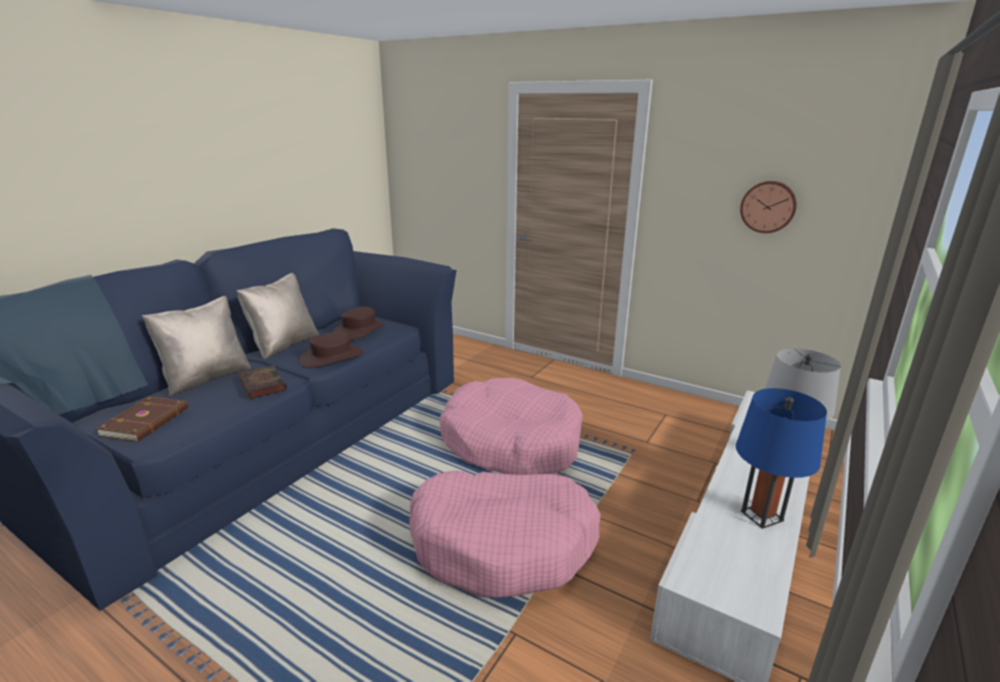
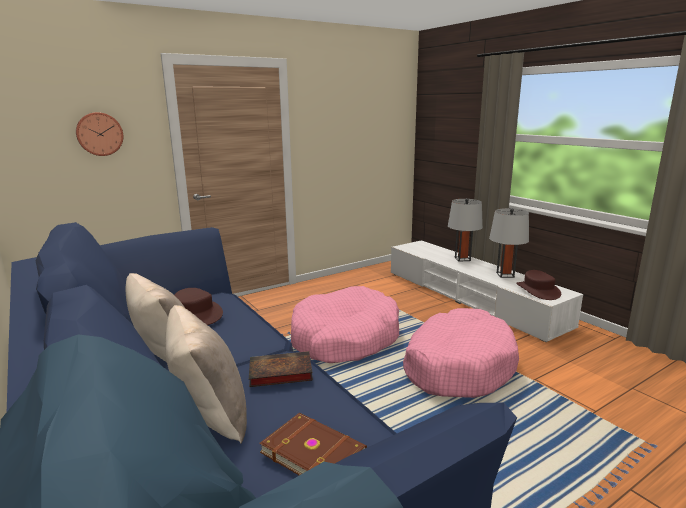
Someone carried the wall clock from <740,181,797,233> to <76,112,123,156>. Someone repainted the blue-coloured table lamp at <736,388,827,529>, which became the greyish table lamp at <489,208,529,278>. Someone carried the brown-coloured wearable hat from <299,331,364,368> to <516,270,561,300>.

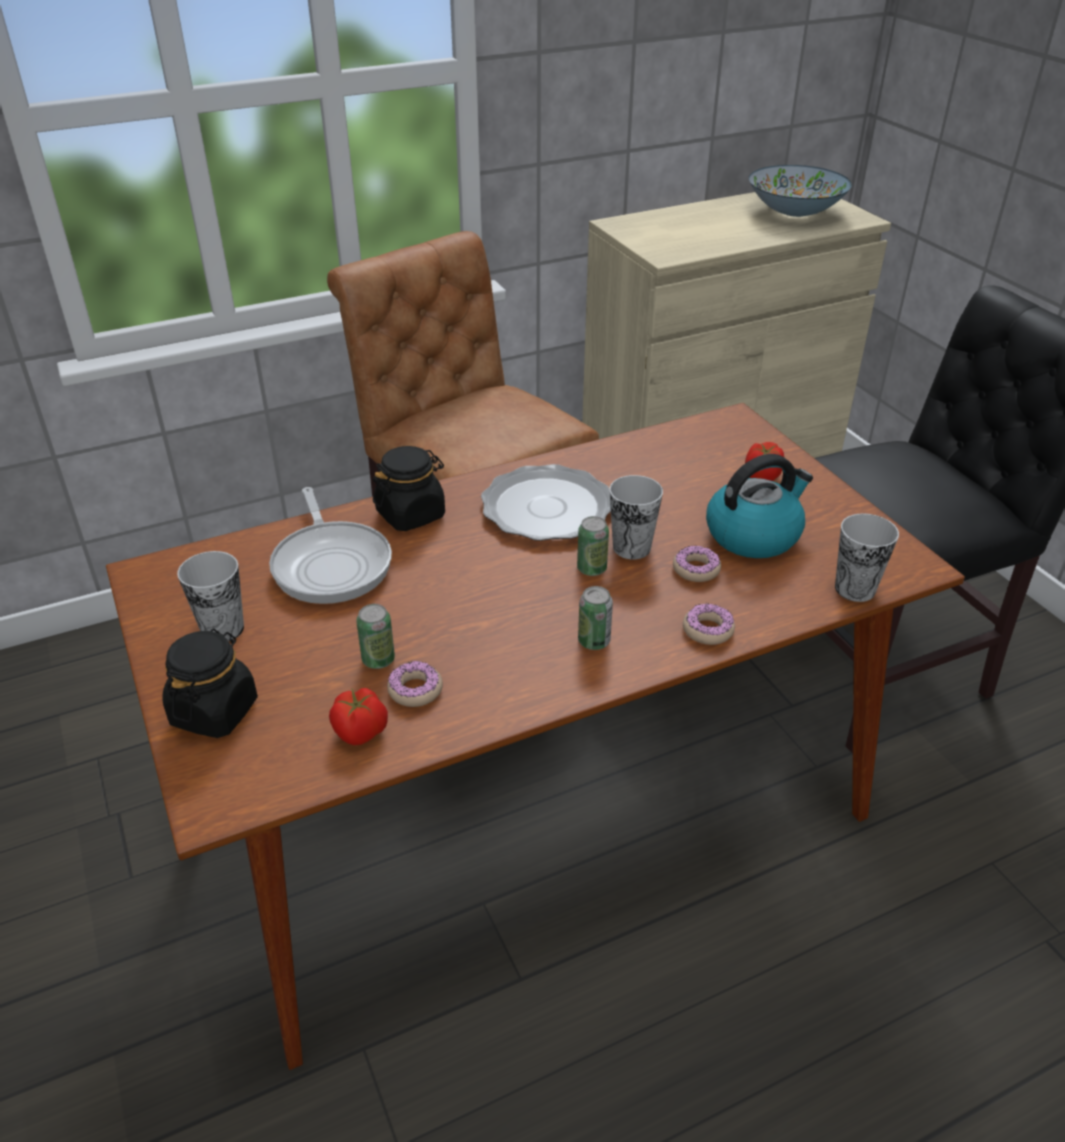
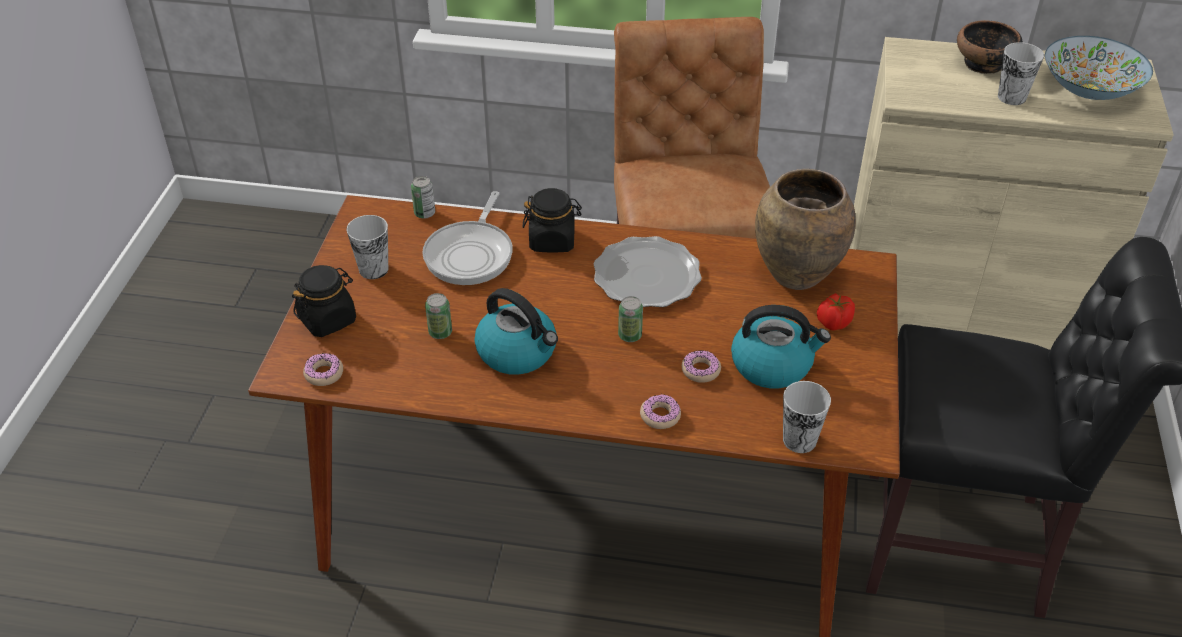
Someone carried the doughnut from <387,661,443,707> to <303,353,343,386>. Someone carried the can from <578,586,613,650> to <411,176,435,219>. Someone put down the water kettle at <475,288,558,375>. Someone put down the brown-coloured decorative vase at <755,169,856,290>. Someone put down the bowl at <957,20,1023,74>. Someone carried the cup from <609,475,663,559> to <998,42,1044,105>. Someone took away the whole tomato at <329,688,388,745>.

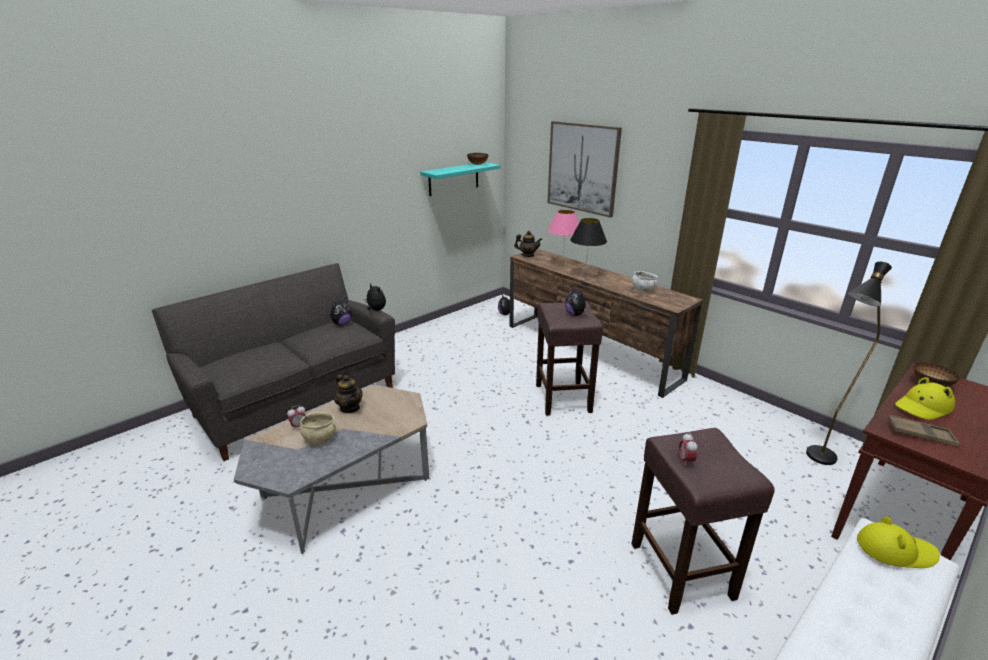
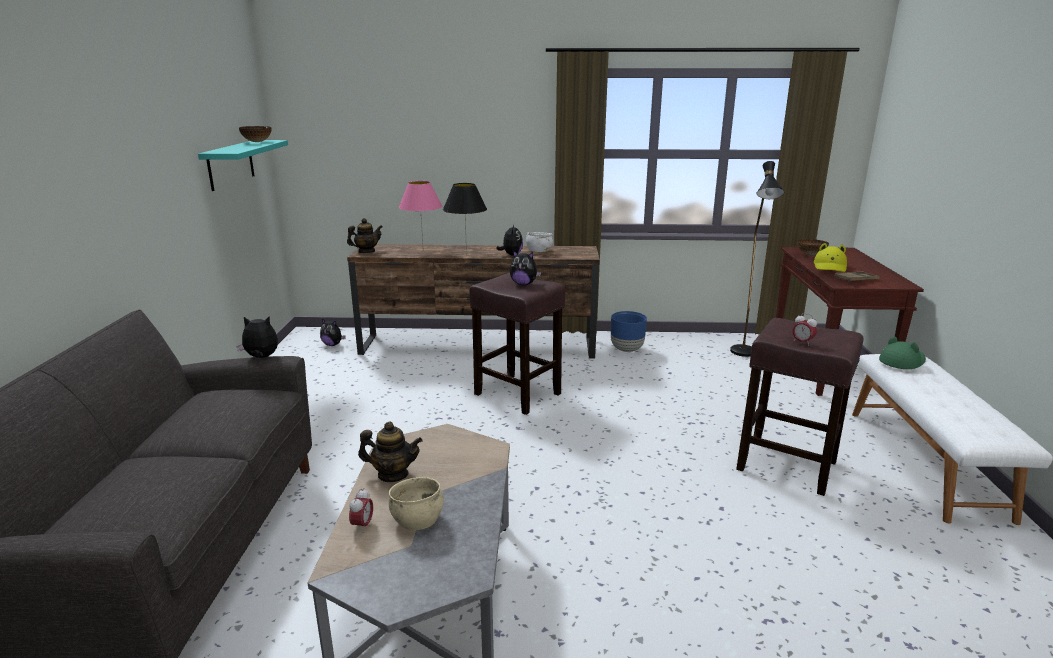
Someone carried the cuddly toy from <330,298,352,325> to <496,224,523,255>. Someone put down the blue-coloured plant pot at <611,311,647,352>. Someone repainted the yellow-coloured wearable hat at <857,516,940,568>, which became the green wearable hat at <879,337,926,369>. Someone took away the wall art at <547,121,622,218>.

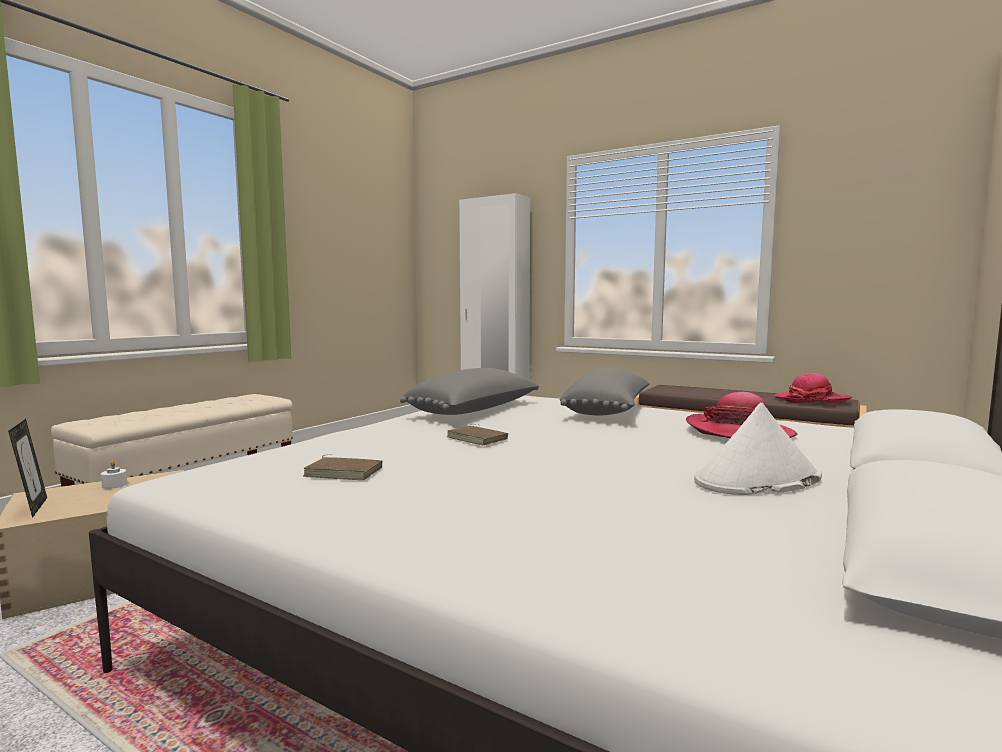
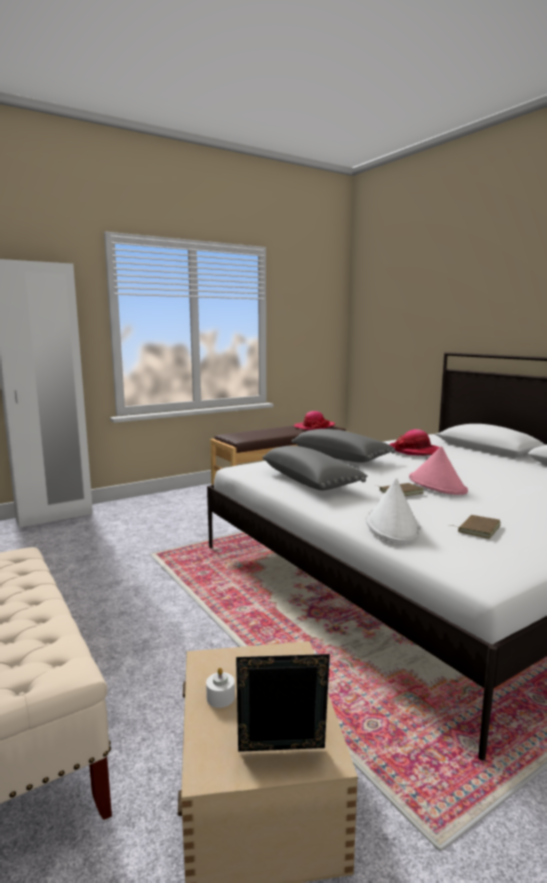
Someone carried the white wearable hat from <694,403,822,495> to <366,478,421,543>. Someone put down the pink wearable hat at <409,446,468,495>.

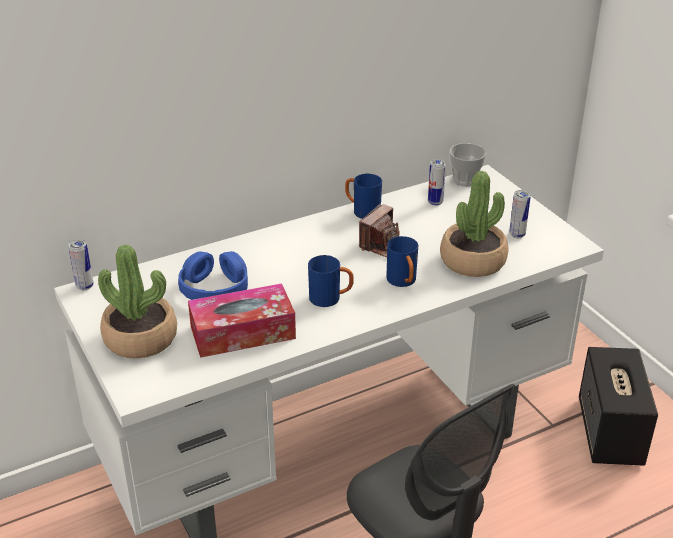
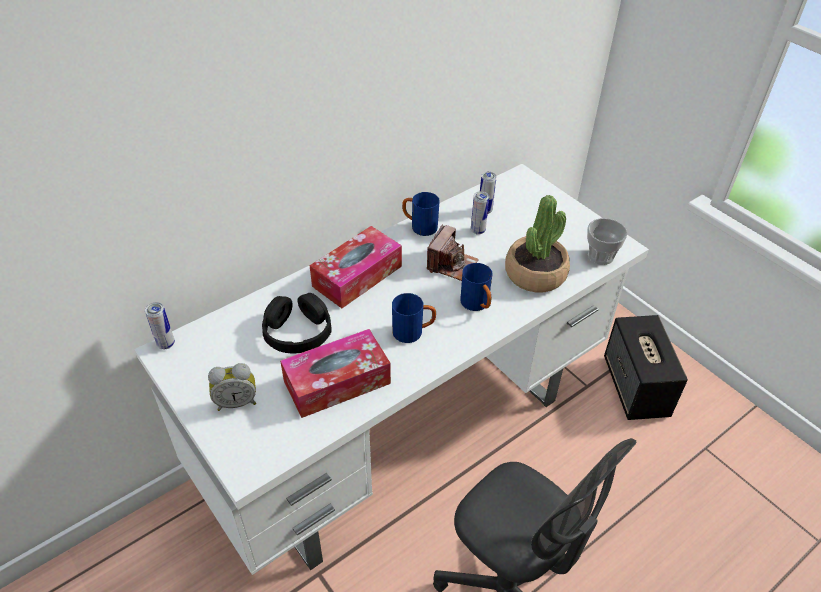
Someone swapped the houseplant at <98,244,177,359> for the alarm clock at <208,363,256,411>. Someone repainted the blue-coloured headset at <178,251,248,300>, which became the black-coloured headset at <262,293,332,353>. Someone put down the box of tissues at <310,226,402,308>. Someone carried the can from <509,190,531,238> to <471,191,489,235>. Someone carried the cup from <449,143,487,187> to <587,218,628,265>.

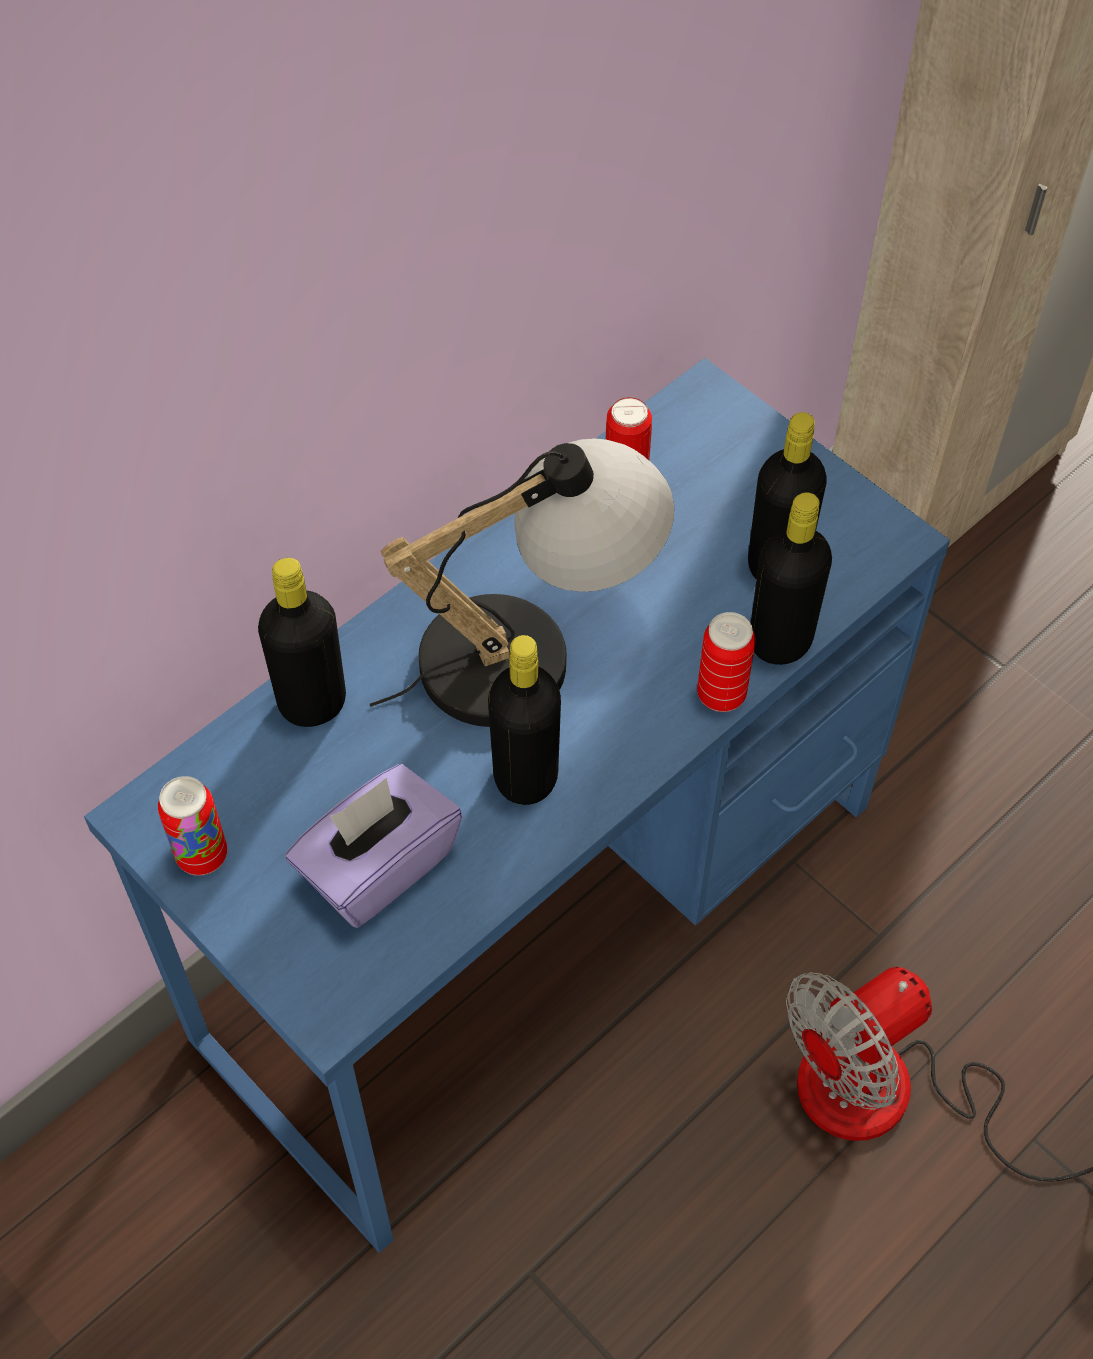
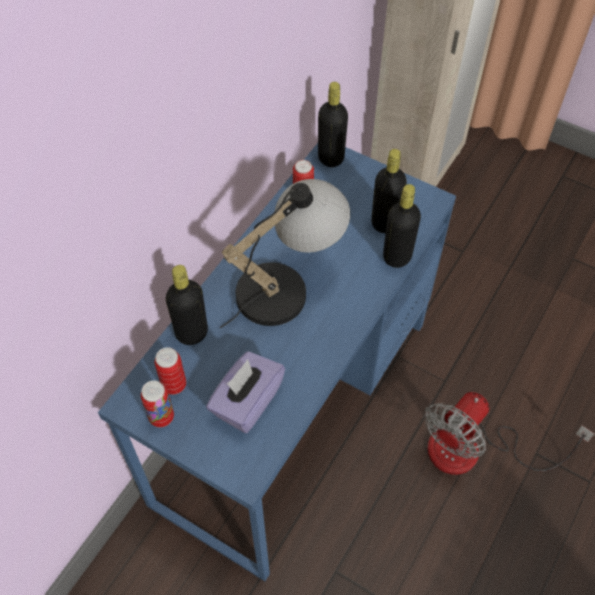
Someone carried the can from <697,612,756,712> to <154,347,186,395>. Someone carried the black-coloured drink bottle from <488,635,561,805> to <318,82,348,167>.

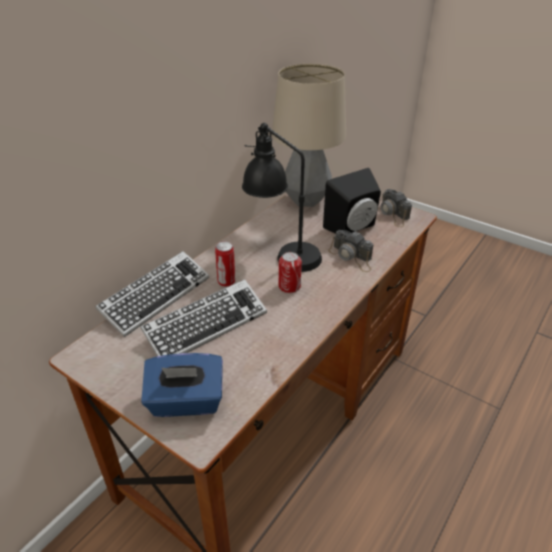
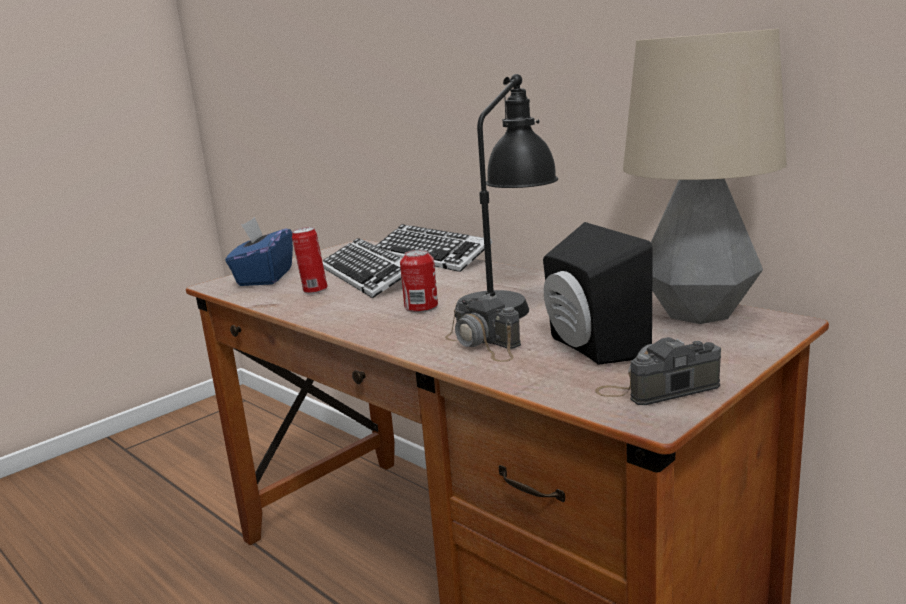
Someone carried the can from <215,241,235,287> to <292,227,328,294>. Someone rotated the photo camera at <328,230,373,272> by 90 degrees counterclockwise.

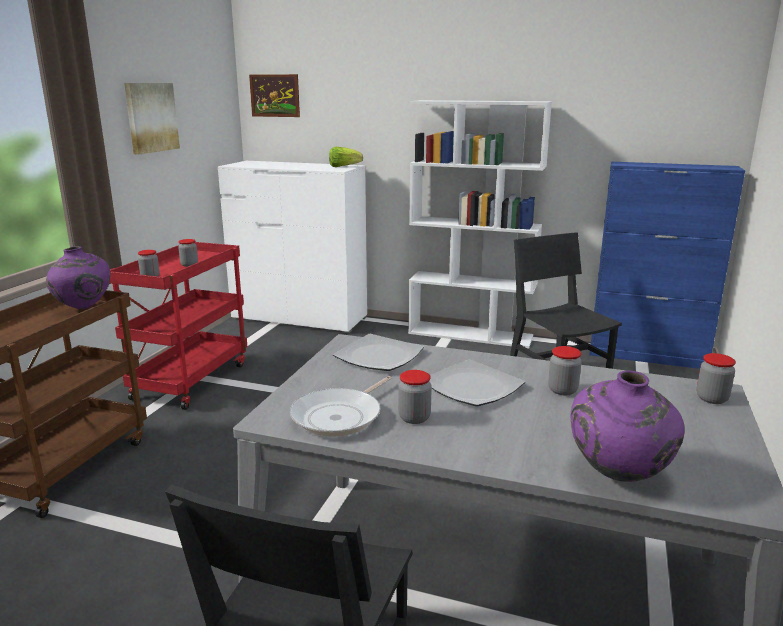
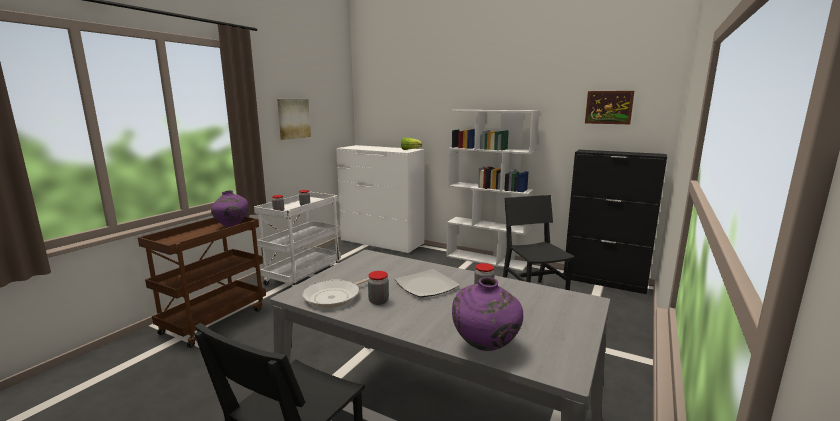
Someone repainted the reddish trolley at <110,242,247,410>, which became the white trolley at <254,192,341,287>. Someone repainted the blue-coloured cabinet at <589,162,745,369>, which became the black-coloured cabinet at <564,150,667,294>. Someone carried the wall art from <249,74,300,117> to <585,91,634,124>. Someone took away the plate at <333,334,424,371>. Someone took away the storage jar at <697,353,736,404>.

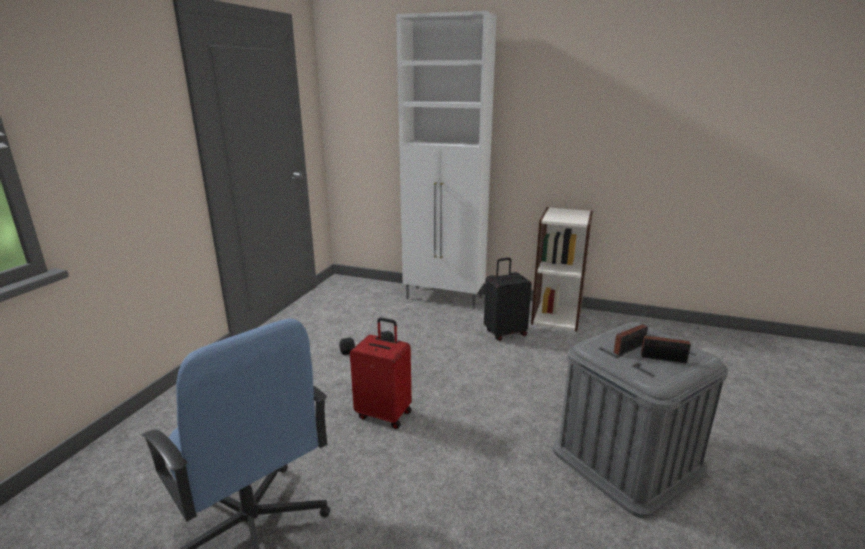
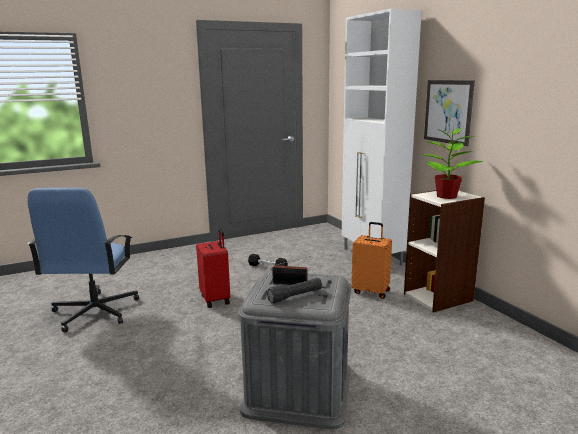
Someone swapped the radio set at <641,328,699,363> for the black-coloured hand torch at <267,278,322,303>. Someone repainted the black-coloured travel case at <484,258,532,341>, which became the orange-coloured travel case at <351,222,392,299>. Someone put down the houseplant at <422,128,484,199>. Someone put up the wall art at <424,80,475,146>.

